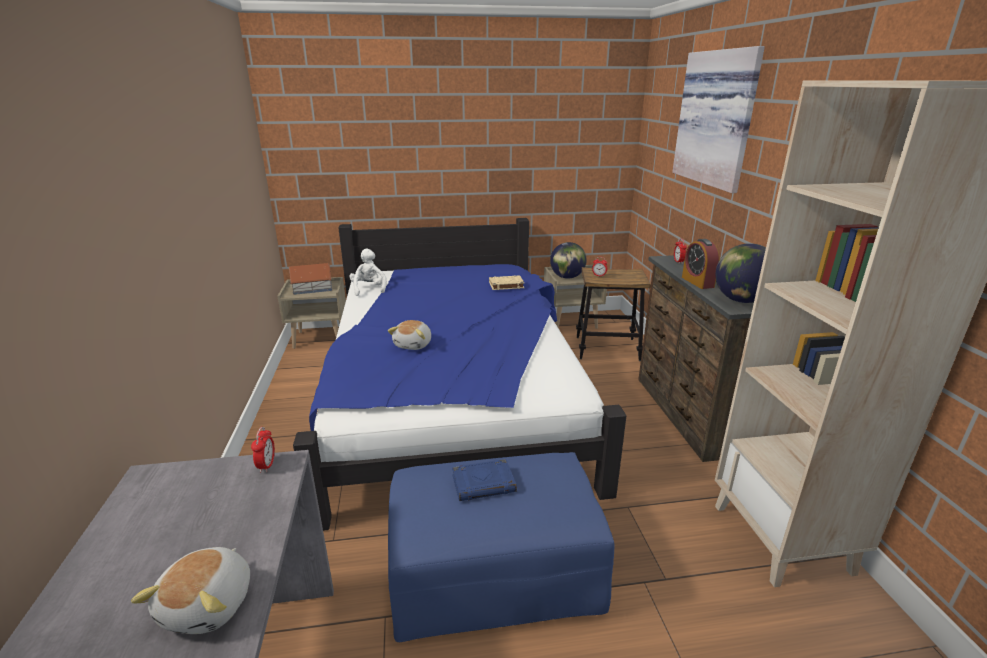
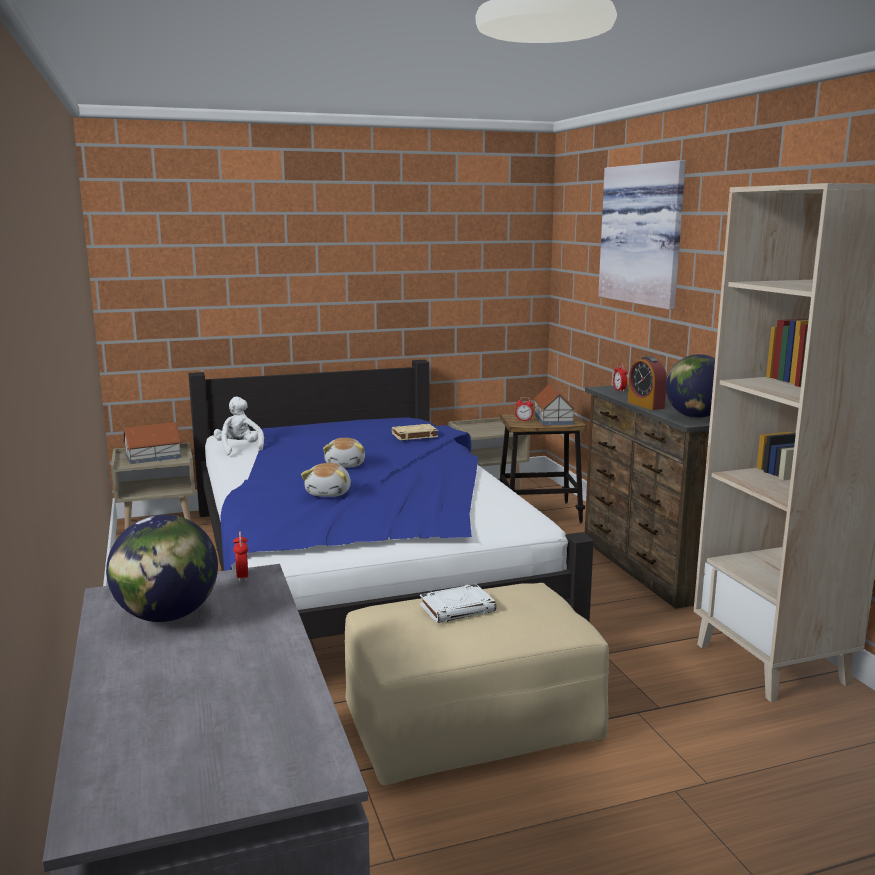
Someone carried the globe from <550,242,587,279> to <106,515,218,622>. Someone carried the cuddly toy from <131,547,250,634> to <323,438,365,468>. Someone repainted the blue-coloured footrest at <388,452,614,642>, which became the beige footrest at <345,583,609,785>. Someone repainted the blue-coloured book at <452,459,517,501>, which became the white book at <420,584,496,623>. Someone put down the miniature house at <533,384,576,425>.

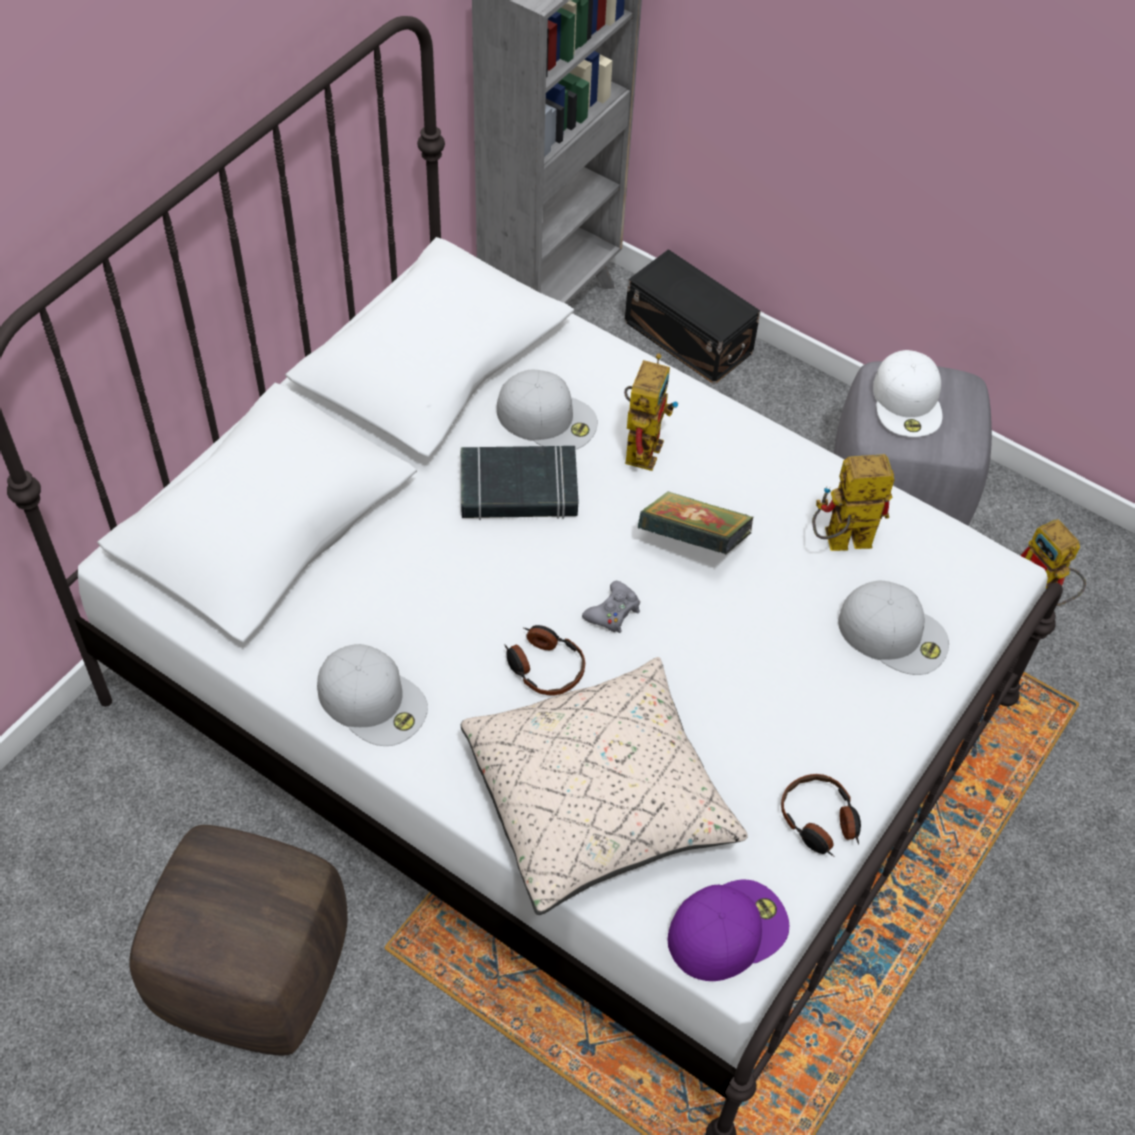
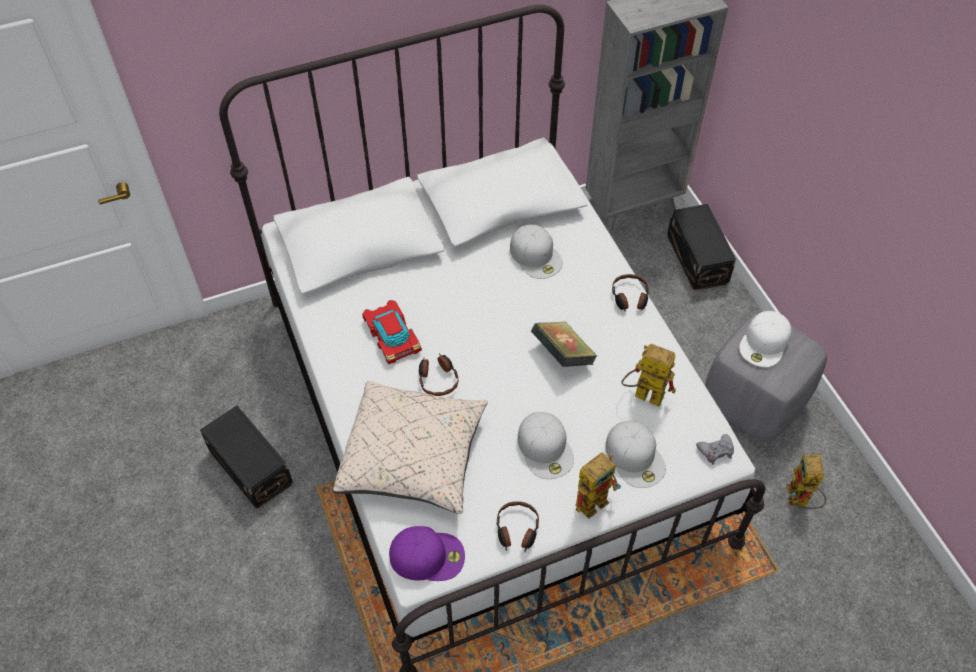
Someone swapped the brown-coloured footrest at <129,825,348,1056> for the black-coloured storage box at <200,405,293,510>. Someone put down the toy car at <362,300,422,364>. Someone carried the white peaked cap from <317,644,428,746> to <518,412,574,479>. Someone carried the toy robot from <624,354,678,471> to <575,452,621,519>. Someone put down the headset at <612,274,649,312>. Someone carried the greyish gamepad from <582,581,640,633> to <696,434,734,464>. Someone took away the black-coloured book at <461,446,578,520>.

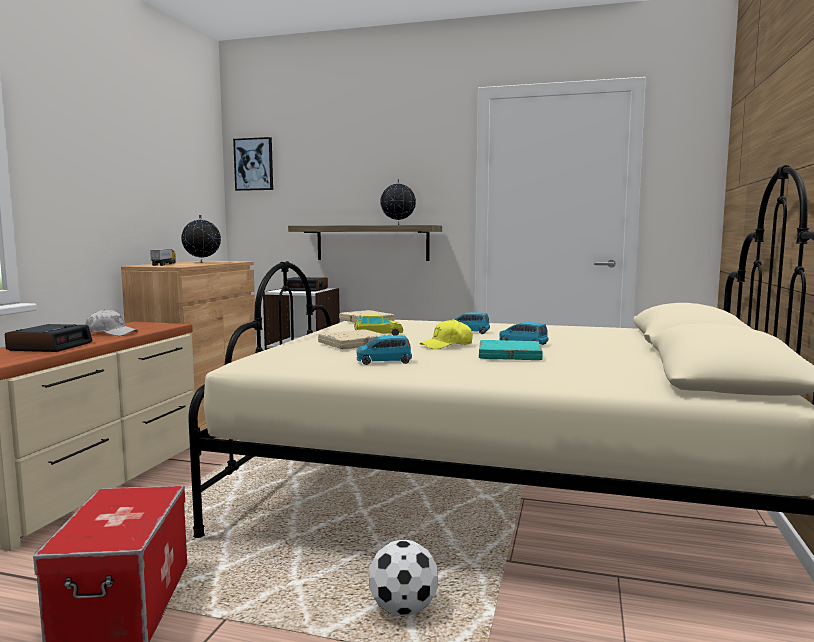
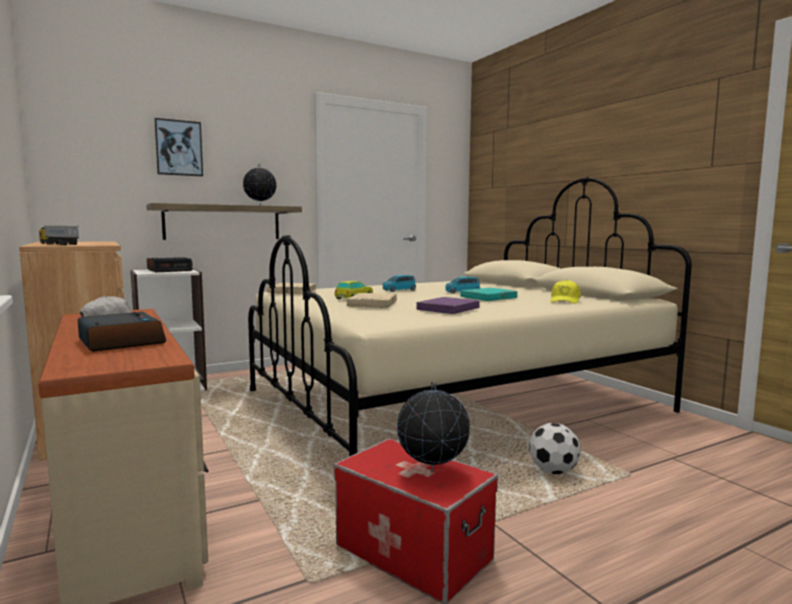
Someone carried the wall art from <233,137,273,191> to <154,118,203,177>. Someone carried the globe from <181,215,221,263> to <397,382,470,473>. Someone swapped the blue-coloured toy car at <357,335,412,365> for the purple book at <416,297,480,314>. Someone carried the yellow-coloured peaked cap from <419,319,473,349> to <550,280,581,304>.

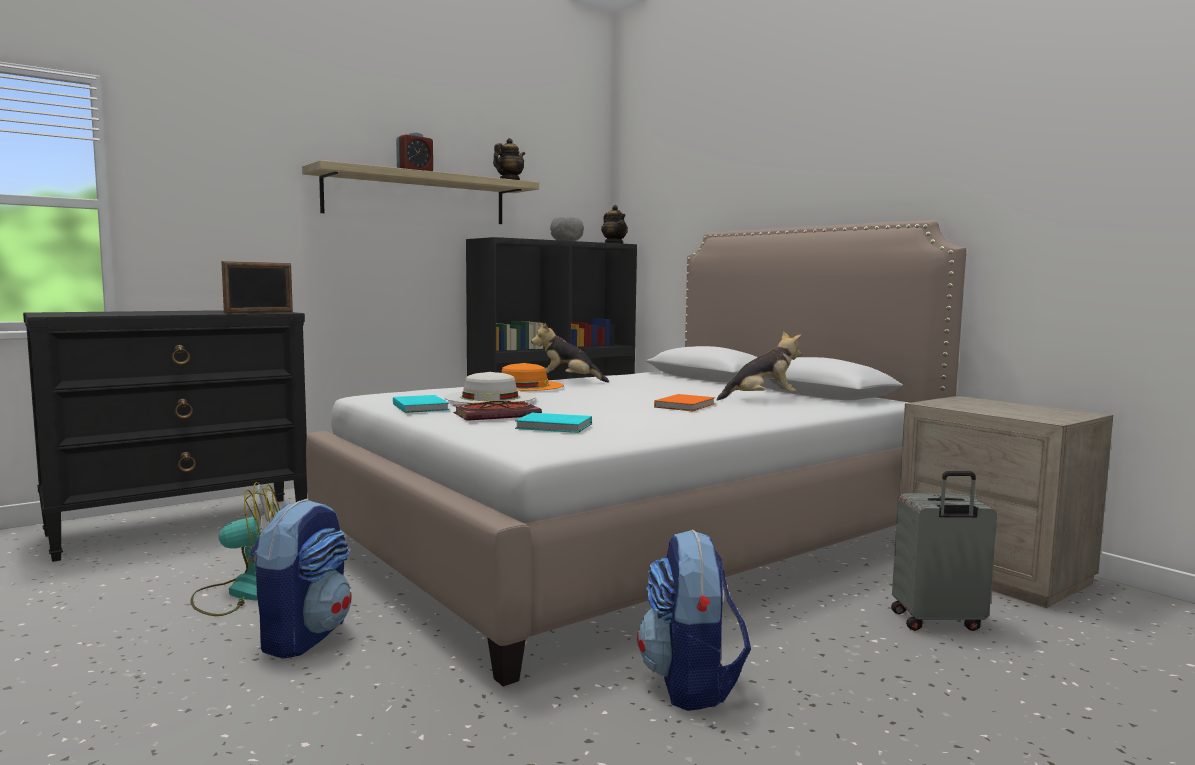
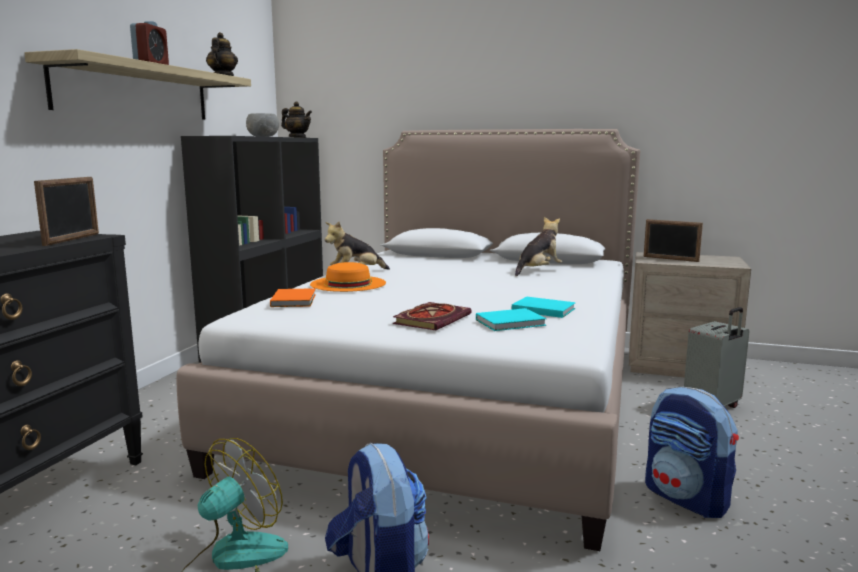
Someone carried the orange-coloured book from <654,394,715,411> to <270,288,316,307>. Someone carried the turquoise book from <393,395,449,413> to <512,296,575,318>. Someone put down the standing frame at <644,219,703,262>. Someone took away the white wearable hat at <444,372,536,403>.

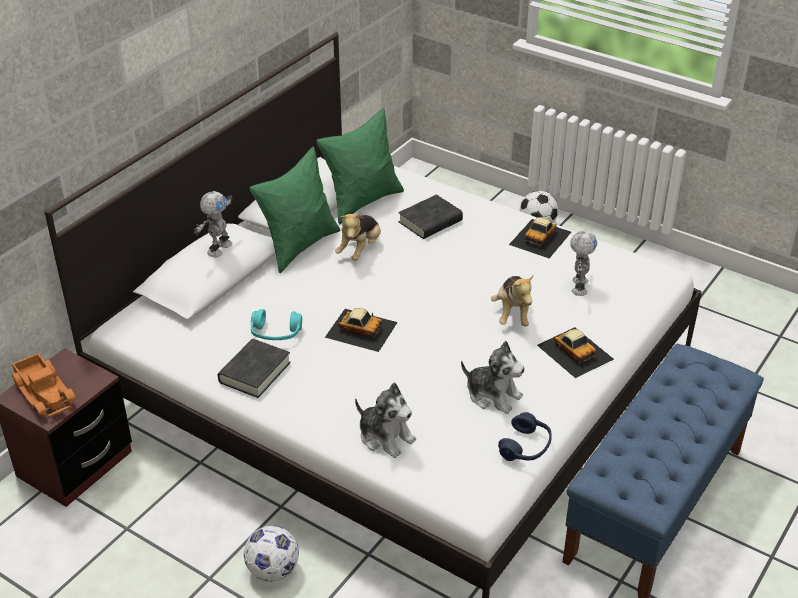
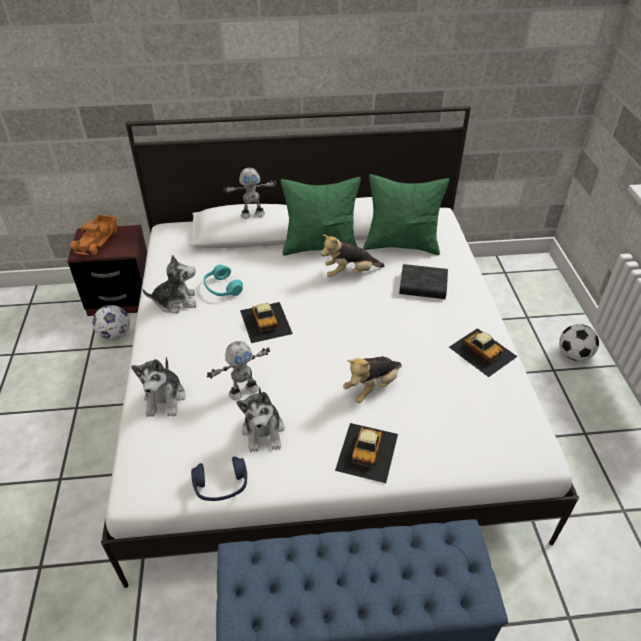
Someone carried the ball for football from <244,526,299,582> to <93,305,130,341>. Someone swapped the black-coloured book at <218,339,291,398> for the cuddly toy at <142,255,196,313>. Someone carried the toy robot from <570,231,597,296> to <207,341,270,401>. Someone rotated the toy car at <509,217,571,258> by 120 degrees counterclockwise.

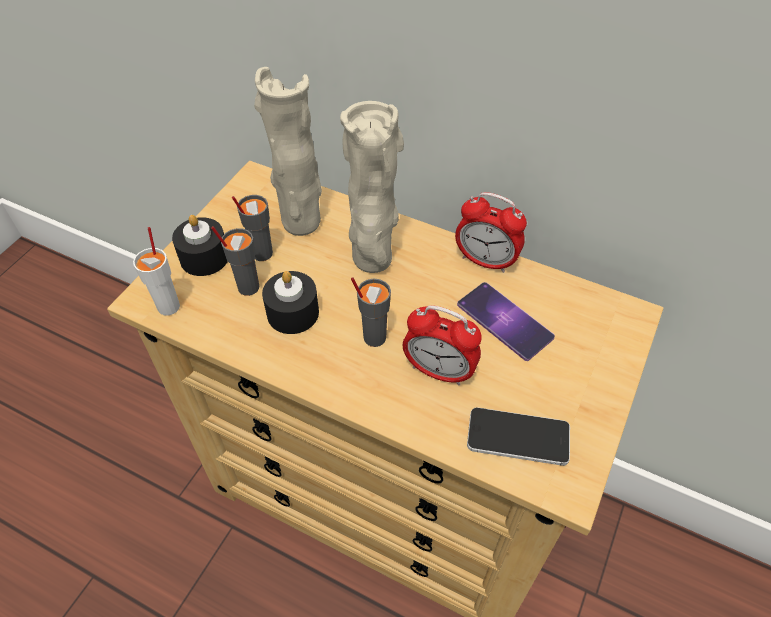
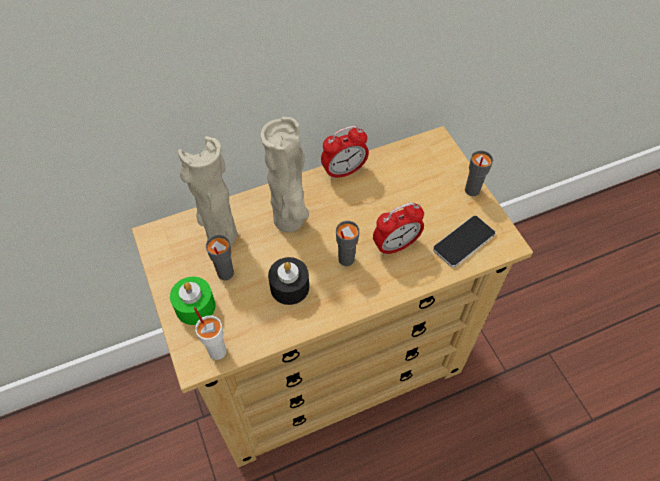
Someone repainted the black-coloured wax candle at <172,215,228,276>, which became the green wax candle at <170,277,215,325>. Someone carried the greyish cup from <211,226,259,296> to <465,151,493,196>. Someone took away the handset at <457,282,555,361>.

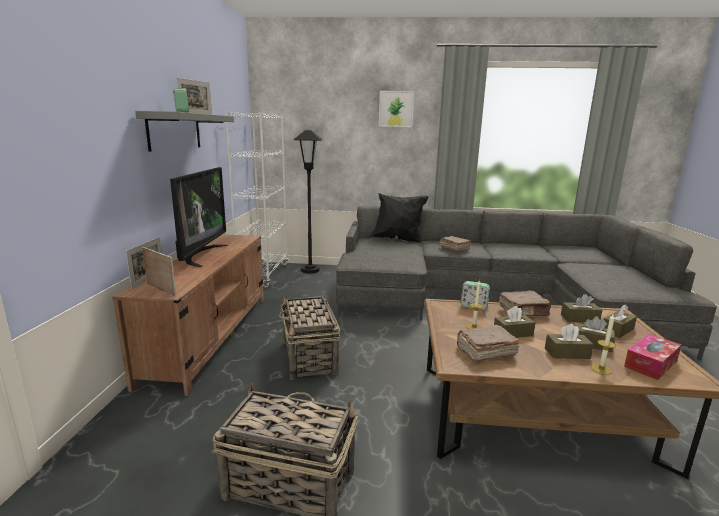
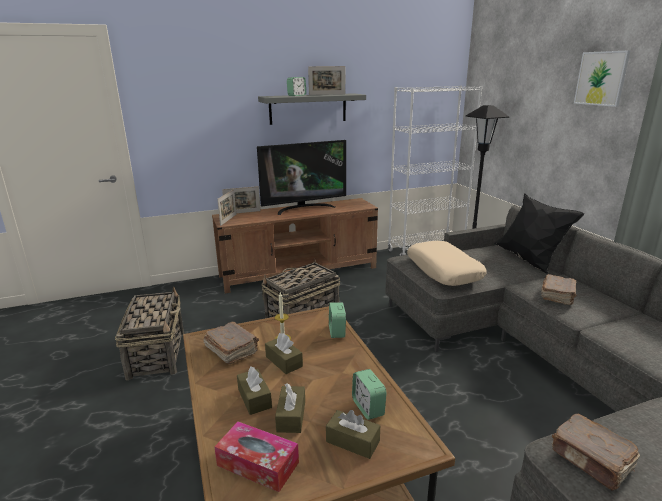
Someone swapped the brown-coloured box of tissues at <561,294,602,322> for the alarm clock at <352,369,386,420>. Someone put down the beige pillow at <407,241,487,286>. Someone carried the brown-coloured book from <499,291,551,316> to <551,414,640,491>. Someone took away the wax candle at <591,314,616,375>.

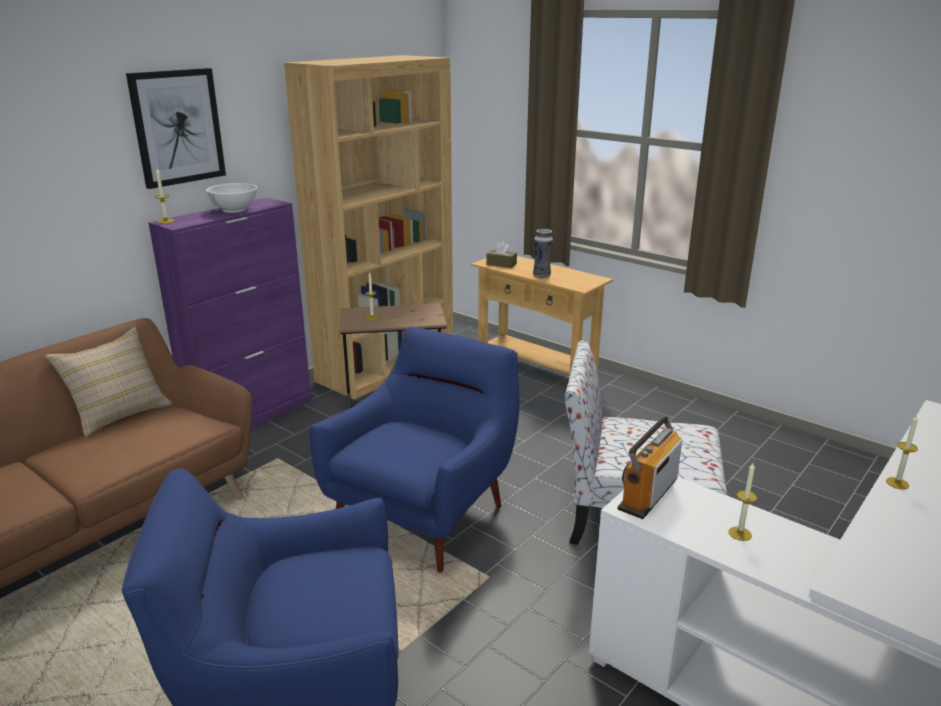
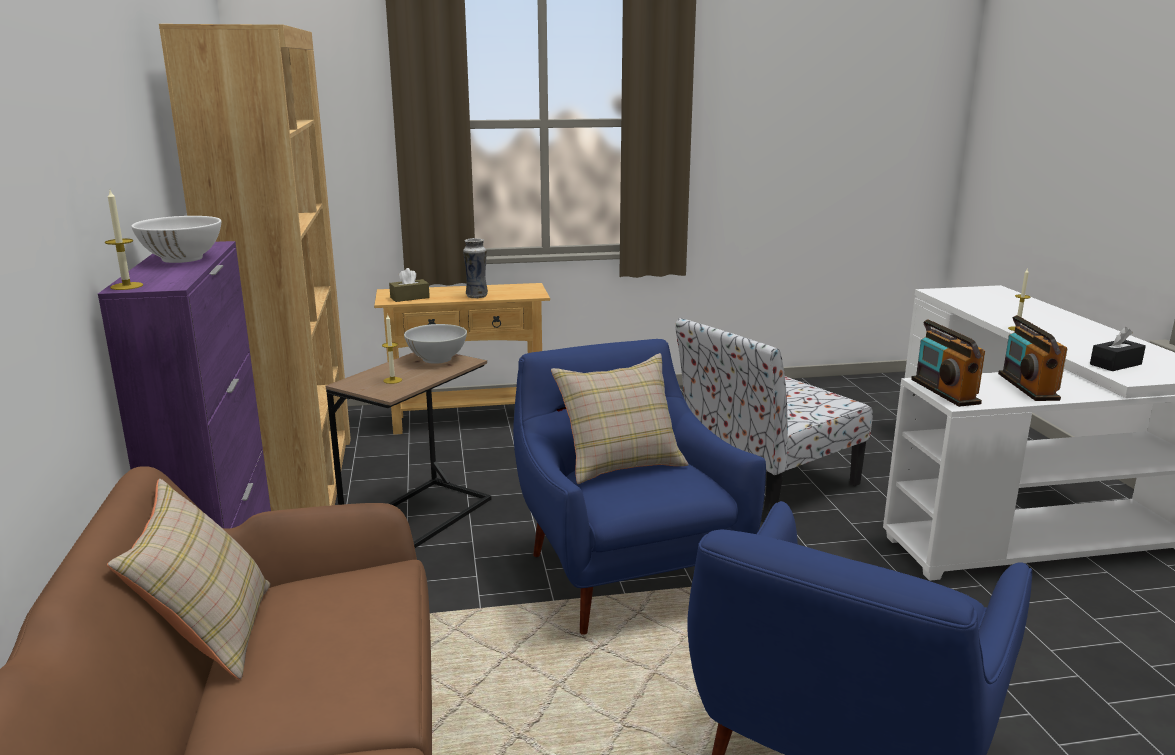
Someone put down the white bowl at <404,324,467,364>. Someone put down the beige pillow at <551,353,689,484>. Someone swapped the wax candle at <729,463,757,541> for the radio set at <998,315,1067,401>. Someone put down the black-coloured box of tissues at <1090,327,1146,371>. Someone took away the wall art at <126,68,226,189>.

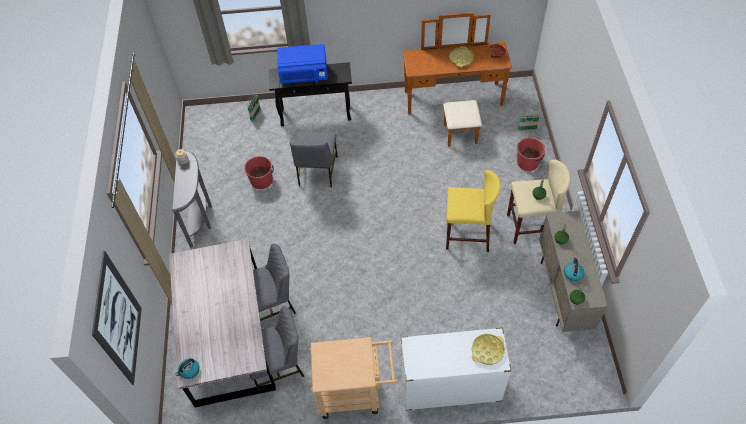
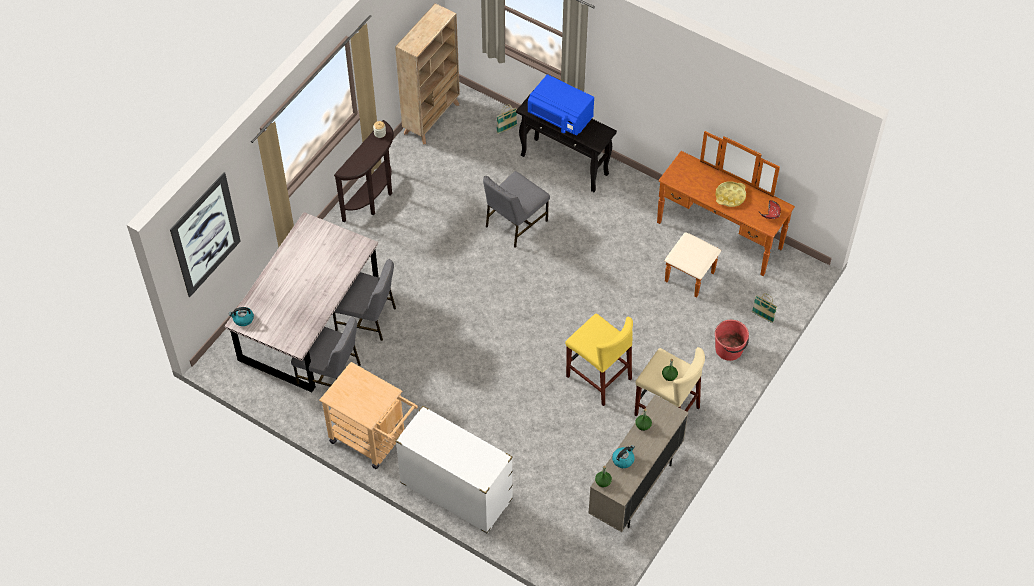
Someone repainted the greyish console table at <172,151,212,248>, which became the brown-coloured console table at <334,120,394,222>. Someone put down the beige bookcase at <395,3,460,145>. Someone took away the reddish water bucket at <244,156,274,189>. Someone took away the yellow-coloured carrying tray at <472,334,505,365>.

